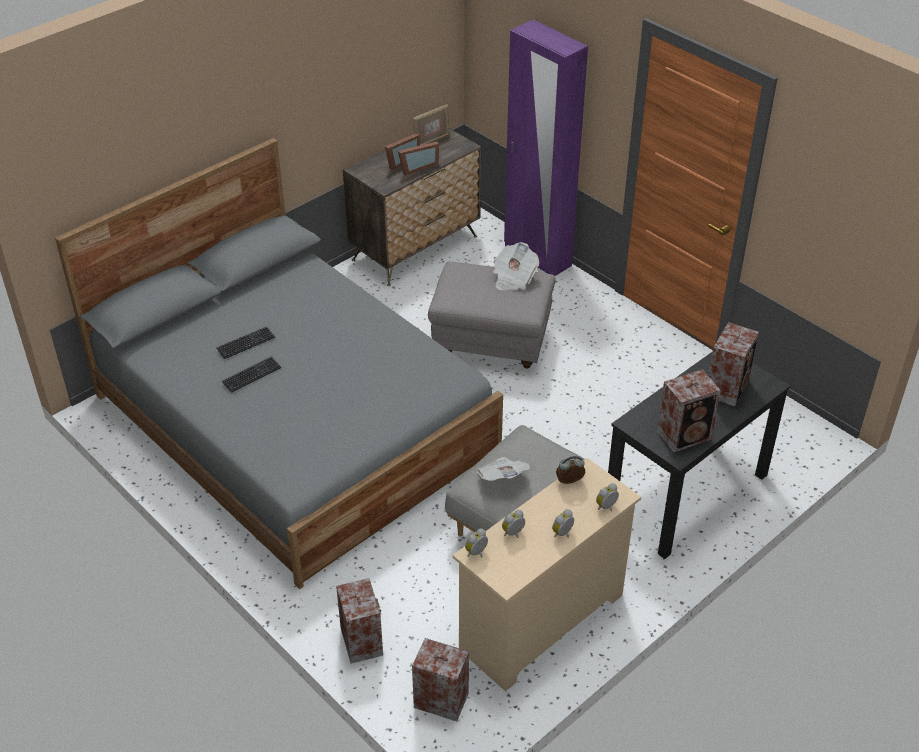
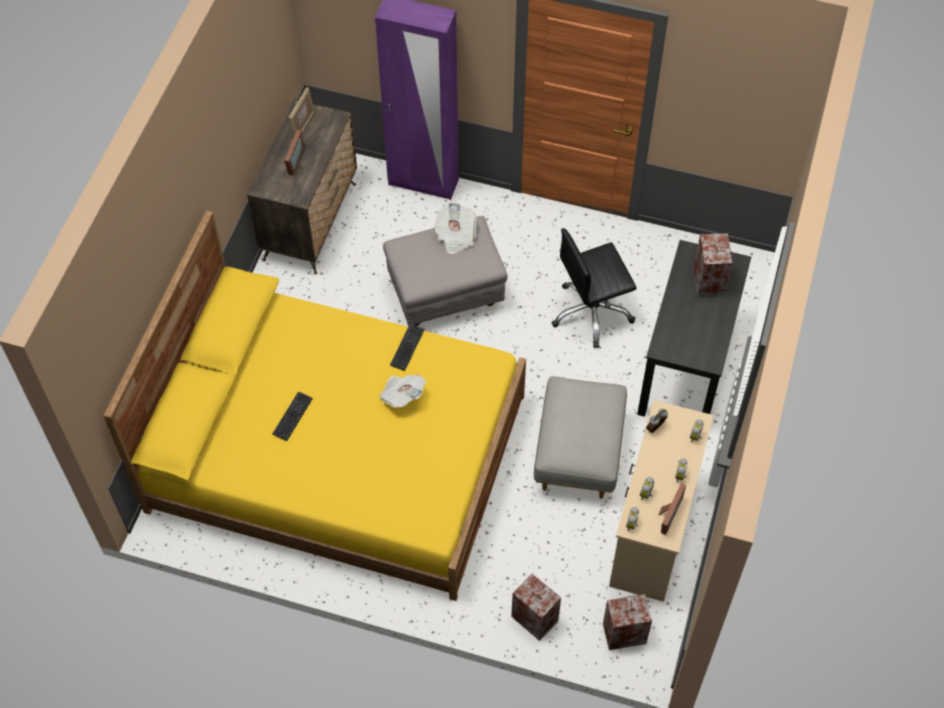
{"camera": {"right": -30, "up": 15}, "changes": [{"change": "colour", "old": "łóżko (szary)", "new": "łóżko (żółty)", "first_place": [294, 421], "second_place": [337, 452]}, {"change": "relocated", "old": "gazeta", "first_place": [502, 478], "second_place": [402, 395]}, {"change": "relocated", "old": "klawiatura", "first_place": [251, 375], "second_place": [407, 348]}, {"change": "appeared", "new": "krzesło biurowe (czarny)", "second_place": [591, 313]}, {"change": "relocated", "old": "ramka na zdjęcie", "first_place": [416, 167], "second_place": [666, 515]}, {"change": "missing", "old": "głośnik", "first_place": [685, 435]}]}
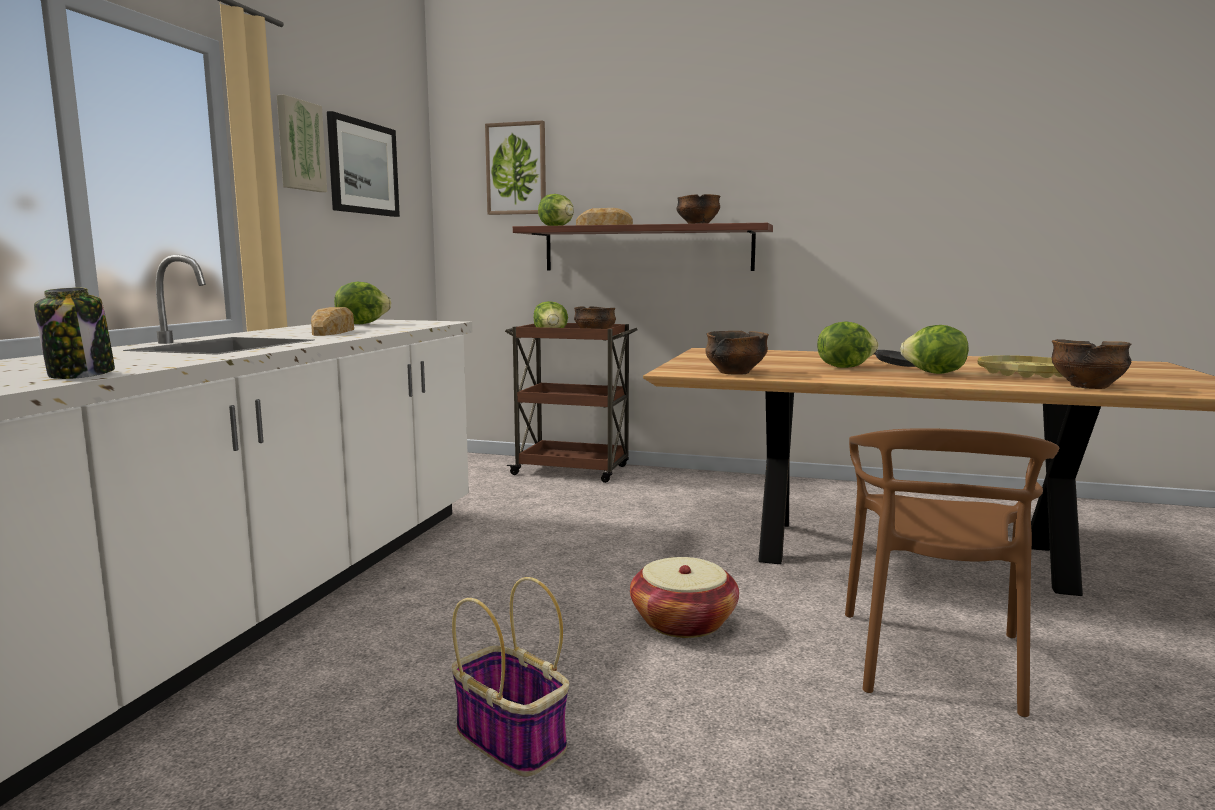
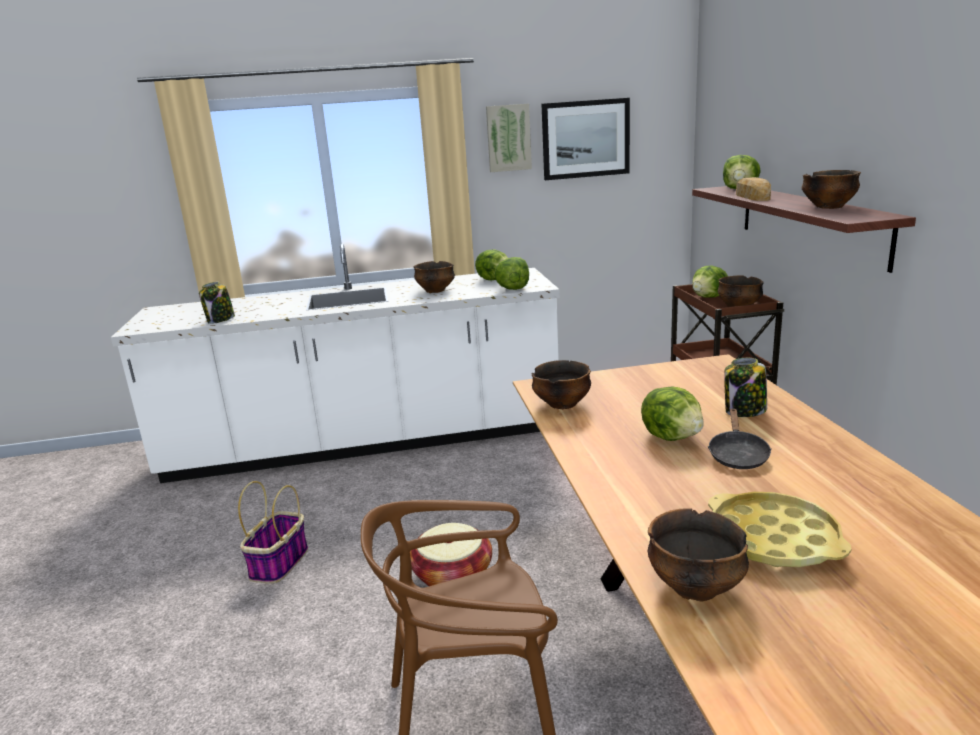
{"camera": {"right": 65, "up": 10}, "changes": [{"change": "exchanged", "old": "chleb", "new": "miska", "first_place": [333, 332], "second_place": [435, 290]}, {"change": "relocated", "old": "sałata", "first_place": [934, 373], "second_place": [513, 288]}, {"change": "appeared", "new": "słoik", "second_place": [744, 411]}, {"change": "missing", "old": "obraz", "first_place": [516, 169]}]}
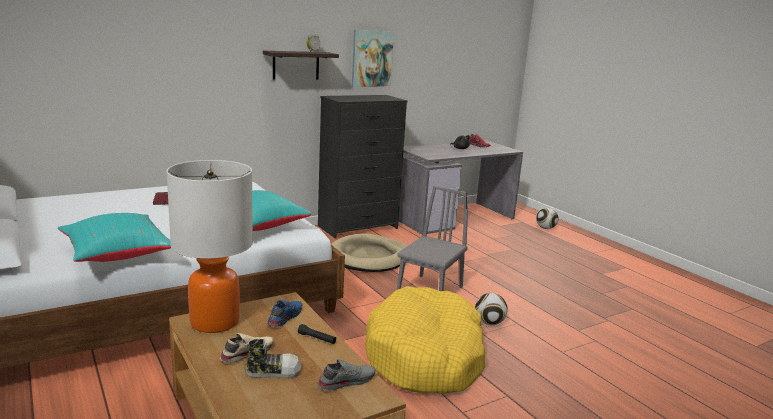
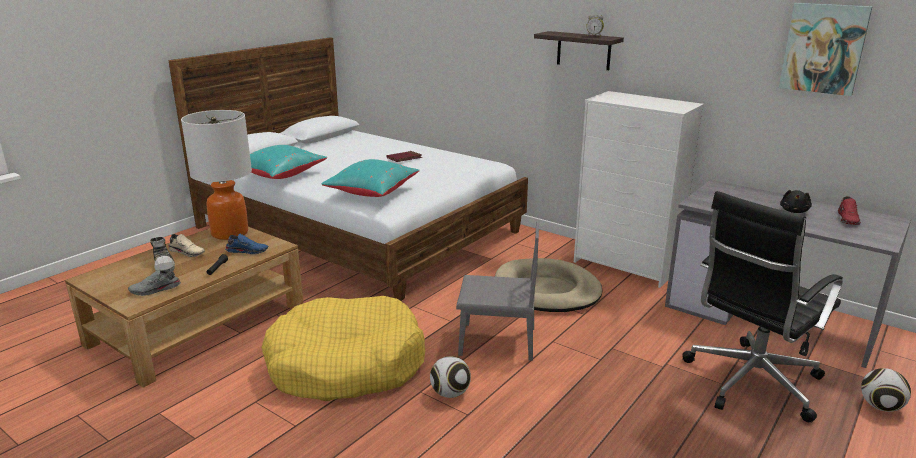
{"camera": {"right": 70, "up": 5}, "changes": [{"change": "spun", "old": "but (szary)", "first_place": [346, 381], "second_place": [155, 290], "degrees": 120}, {"change": "colour", "old": "komoda (czarny)", "new": "komoda (biały)", "first_place": [358, 227], "second_place": [626, 266]}, {"change": "appeared", "new": "krzesło biurowe (czarny)", "second_place": [750, 382]}, {"change": "relocated", "old": "obraz", "first_place": [371, 58], "second_place": [823, 48]}]}
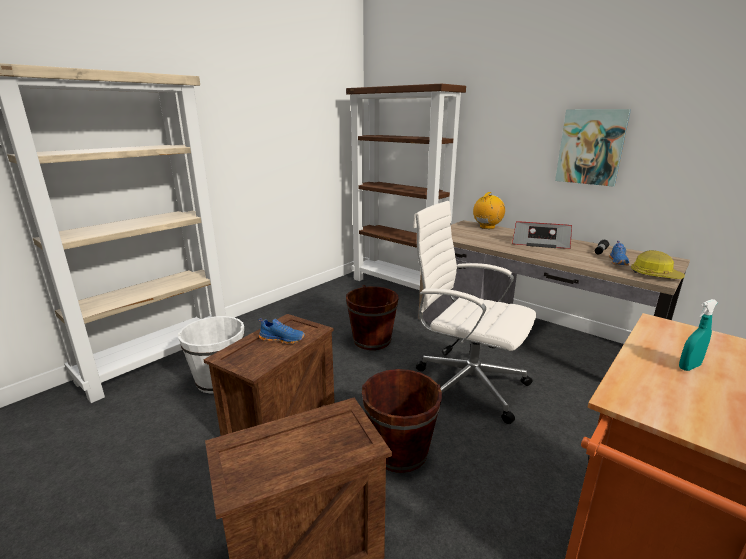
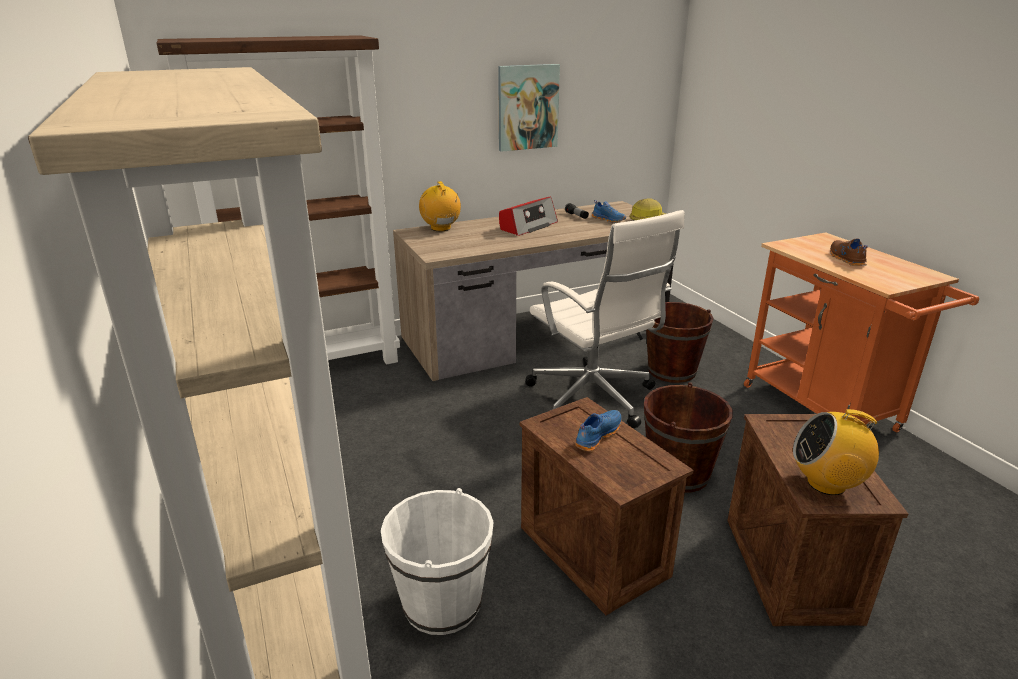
{"camera": {"right": -65, "up": 5}, "changes": [{"change": "spun", "old": "krzesło biurowe (biały)", "first_place": [466, 384], "second_place": [593, 399], "degrees": -90}, {"change": "relocated", "old": "wiadro (brązowy)", "first_place": [372, 340], "second_place": [672, 371]}, {"change": "appeared", "new": "radio", "second_place": [827, 483]}, {"change": "exchanged", "old": "spryskiwacz (turkusowy)", "new": "but (brązowy)", "first_place": [689, 367], "second_place": [845, 259]}]}
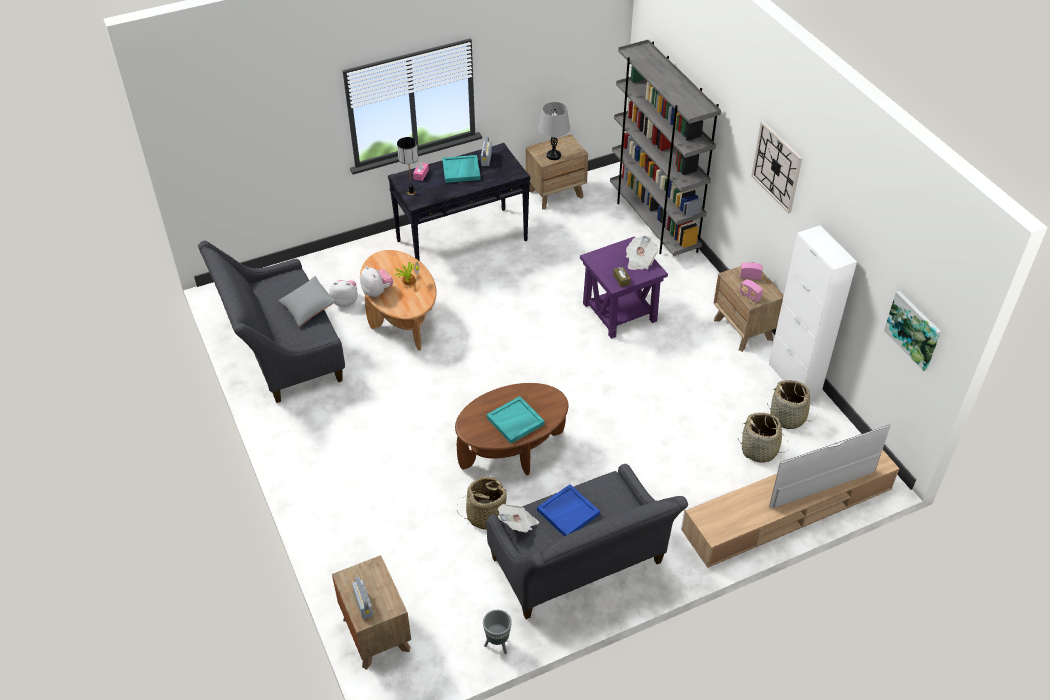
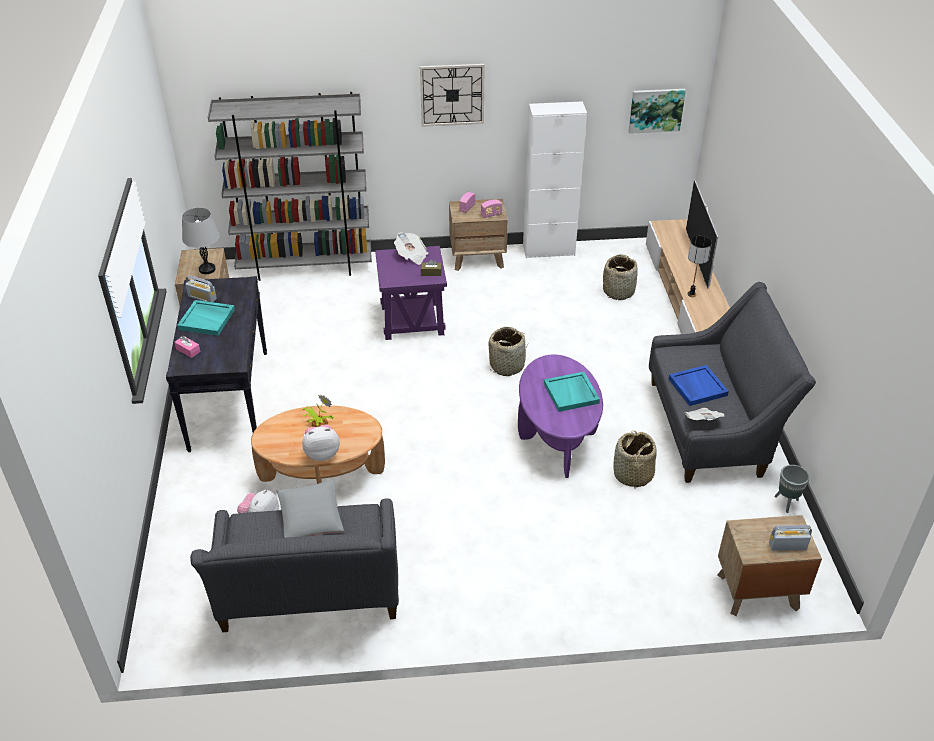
{"camera": {"right": -70, "up": -5}, "changes": [{"change": "relocated", "old": "koszyk", "first_place": [788, 417], "second_place": [507, 365]}, {"change": "colour", "old": "ława (brązowy)", "new": "ława (fioletowy)", "first_place": [512, 450], "second_place": [557, 436]}, {"change": "relocated", "old": "lampa stołowa", "first_place": [411, 192], "second_place": [691, 294]}]}
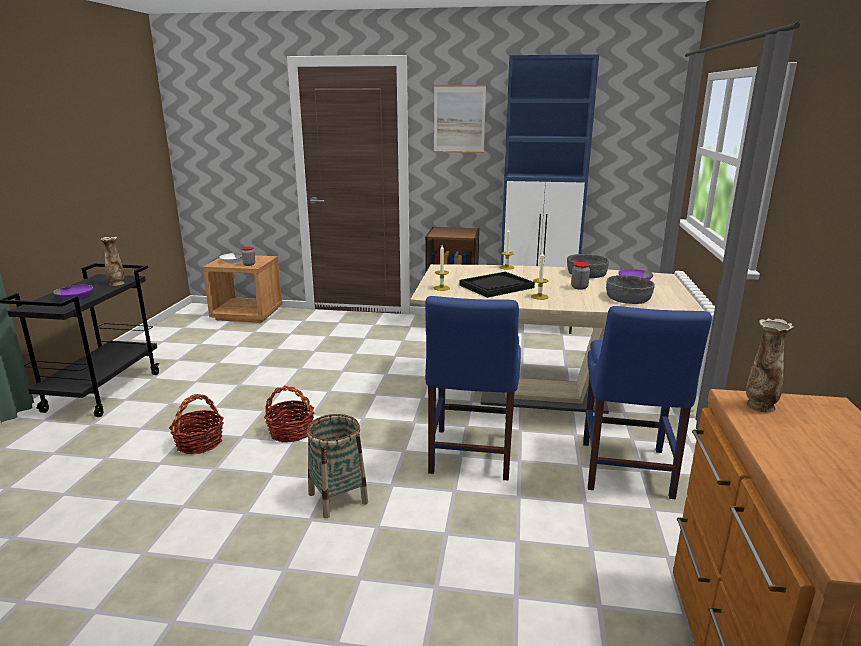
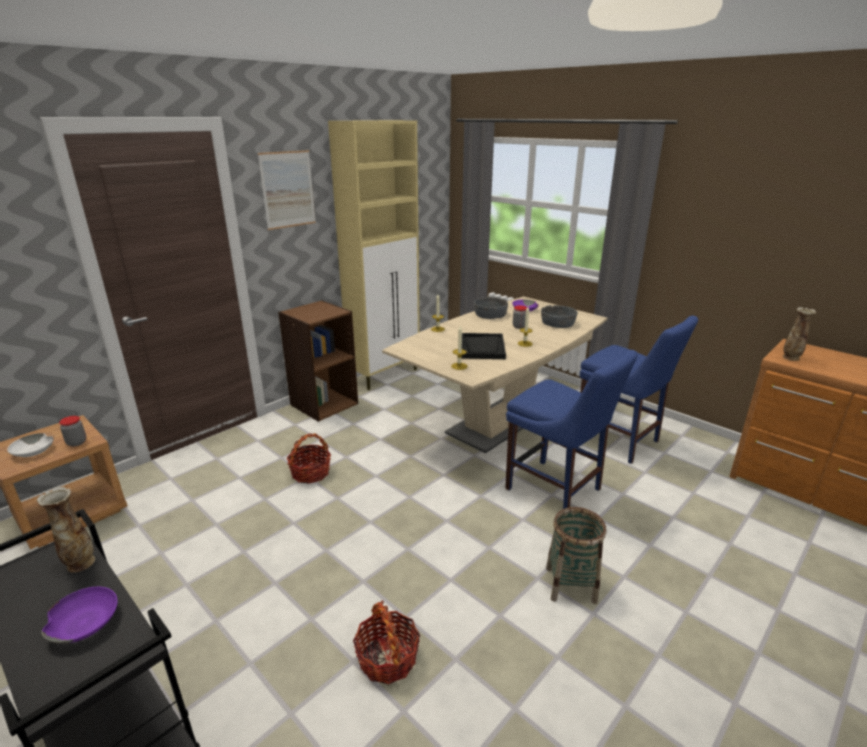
{"camera": {"right": -55, "up": 5}, "changes": [{"change": "relocated", "old": "koszyk", "first_place": [291, 432], "second_place": [310, 473]}, {"change": "colour", "old": "szafka (niebieski)", "new": "szafka (beżowy)", "first_place": [536, 327], "second_place": [385, 375]}]}
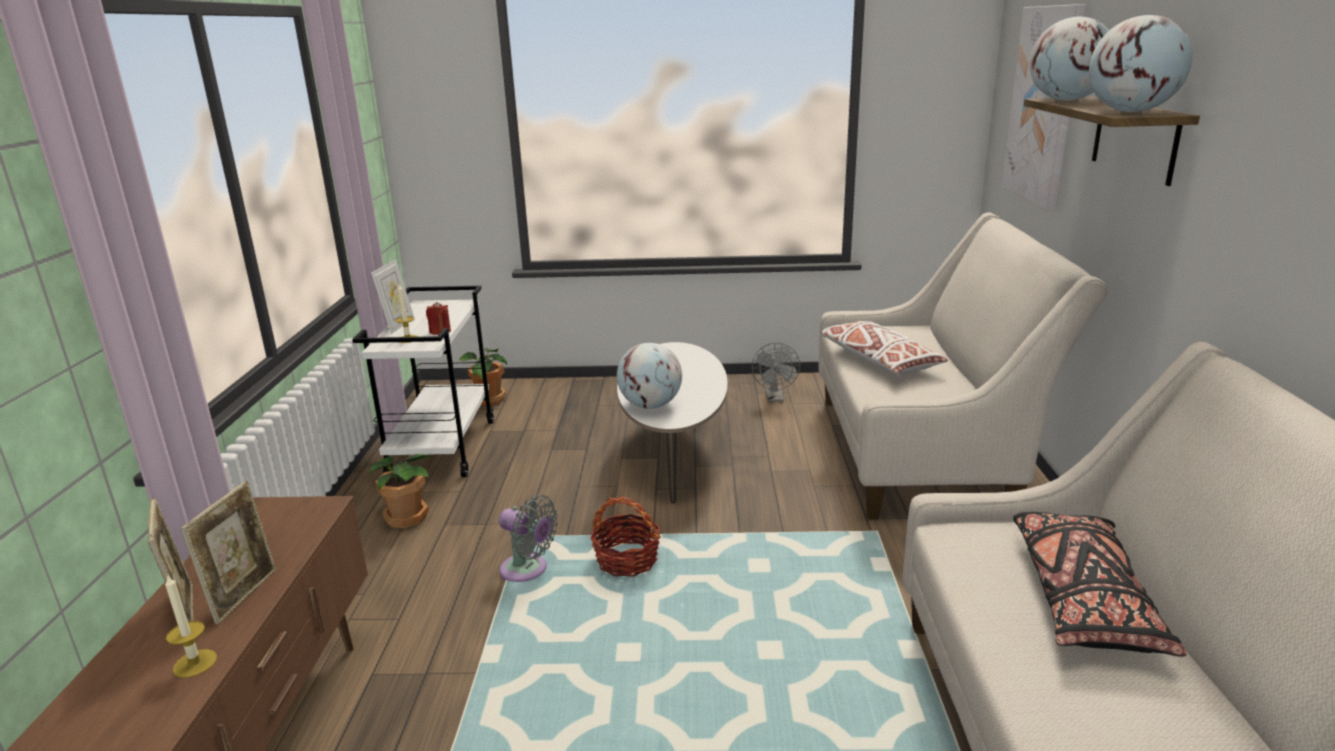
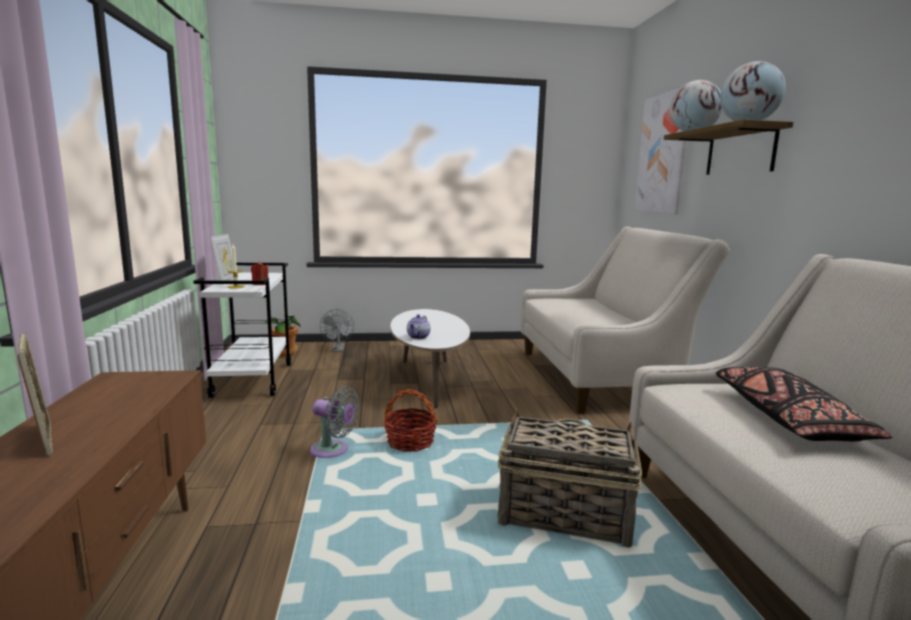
{"camera": {"right": -10, "up": -10}, "changes": [{"change": "relocated", "old": "wentylator (szary)", "first_place": [775, 398], "second_place": [338, 350]}, {"change": "exchanged", "old": "globus", "new": "imbryk", "first_place": [650, 405], "second_place": [418, 337]}, {"change": "appeared", "new": "koszyk", "second_place": [562, 514]}, {"change": "missing", "old": "świeca", "first_place": [195, 663]}, {"change": "missing", "old": "ramka na zdjęcie", "first_place": [244, 595]}, {"change": "missing", "old": "roślina doniczkowa", "first_place": [406, 517]}, {"change": "missing", "old": "poduszka (biały)", "first_place": [878, 360]}]}
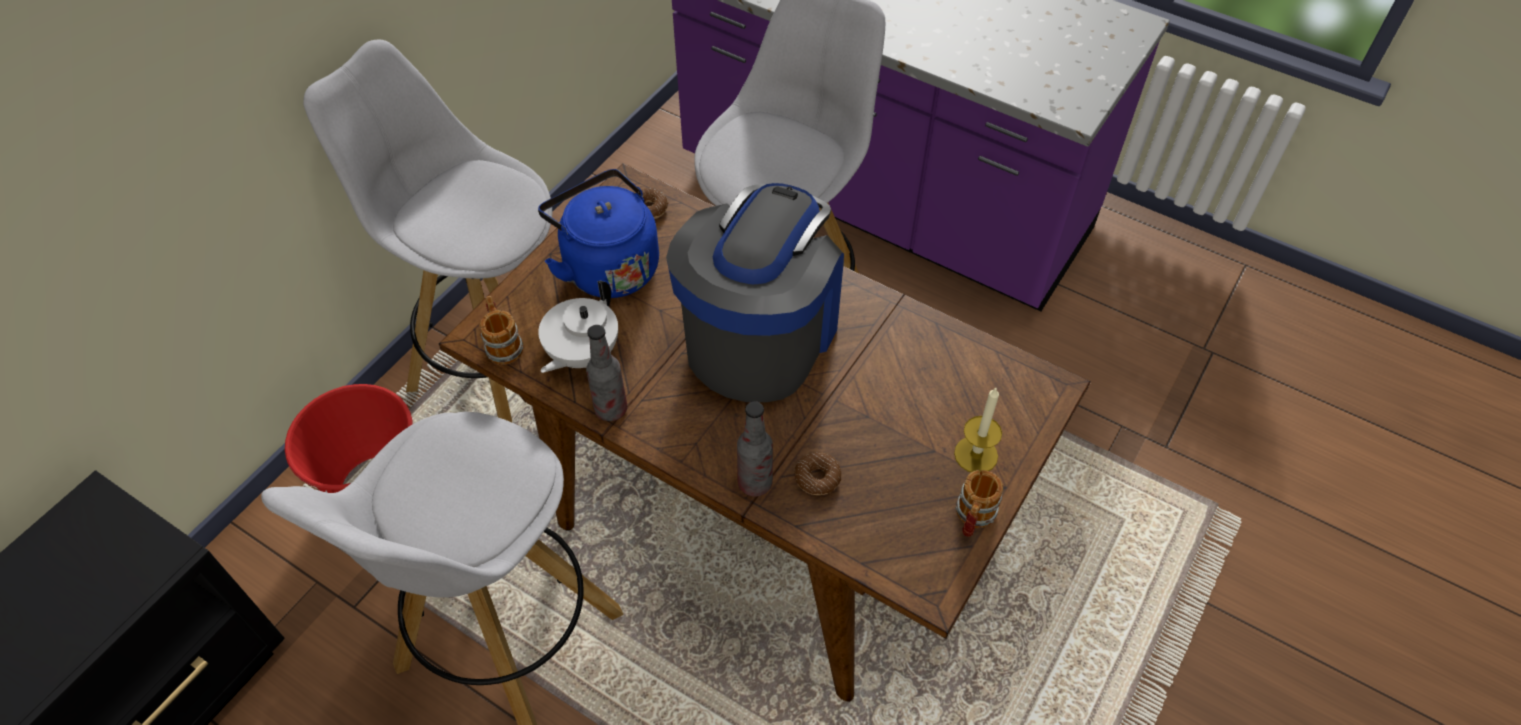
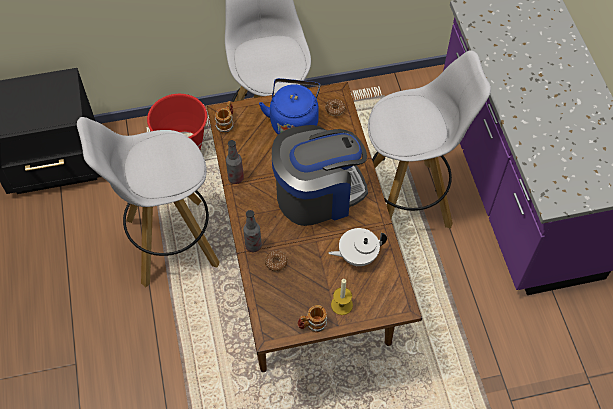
{"camera": {"right": 45, "up": 5}, "changes": [{"change": "relocated", "old": "imbryk (biały)", "first_place": [582, 354], "second_place": [357, 255]}]}
